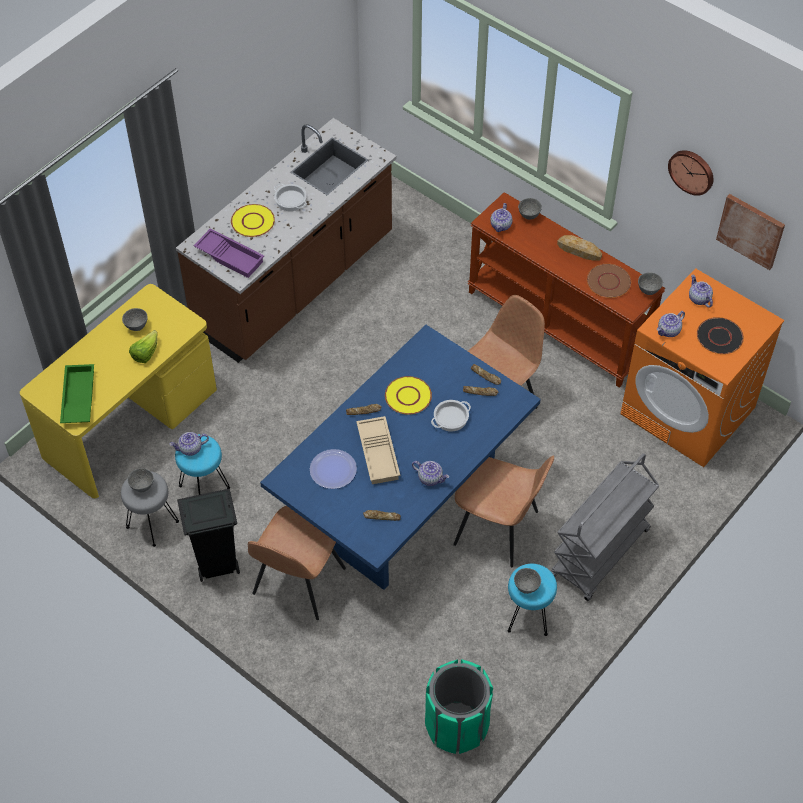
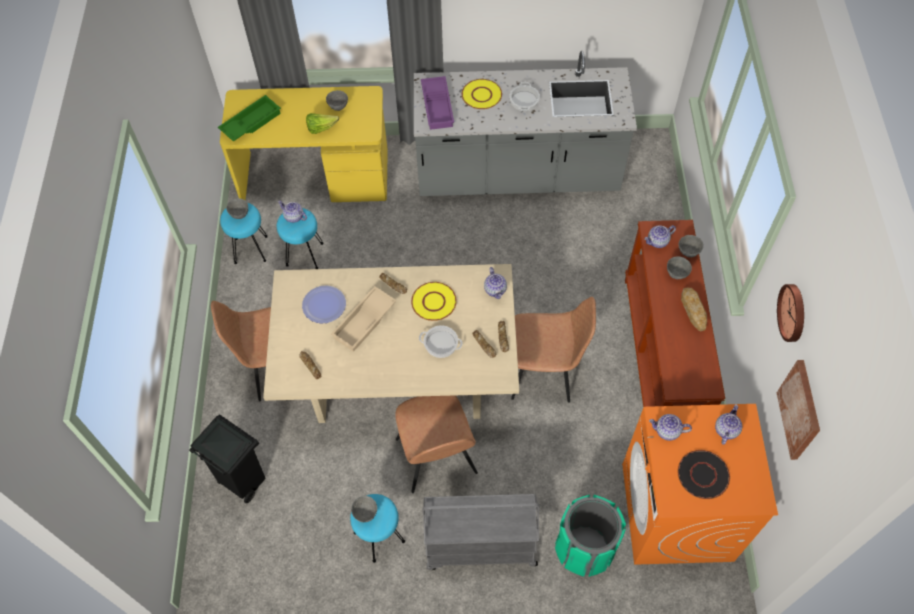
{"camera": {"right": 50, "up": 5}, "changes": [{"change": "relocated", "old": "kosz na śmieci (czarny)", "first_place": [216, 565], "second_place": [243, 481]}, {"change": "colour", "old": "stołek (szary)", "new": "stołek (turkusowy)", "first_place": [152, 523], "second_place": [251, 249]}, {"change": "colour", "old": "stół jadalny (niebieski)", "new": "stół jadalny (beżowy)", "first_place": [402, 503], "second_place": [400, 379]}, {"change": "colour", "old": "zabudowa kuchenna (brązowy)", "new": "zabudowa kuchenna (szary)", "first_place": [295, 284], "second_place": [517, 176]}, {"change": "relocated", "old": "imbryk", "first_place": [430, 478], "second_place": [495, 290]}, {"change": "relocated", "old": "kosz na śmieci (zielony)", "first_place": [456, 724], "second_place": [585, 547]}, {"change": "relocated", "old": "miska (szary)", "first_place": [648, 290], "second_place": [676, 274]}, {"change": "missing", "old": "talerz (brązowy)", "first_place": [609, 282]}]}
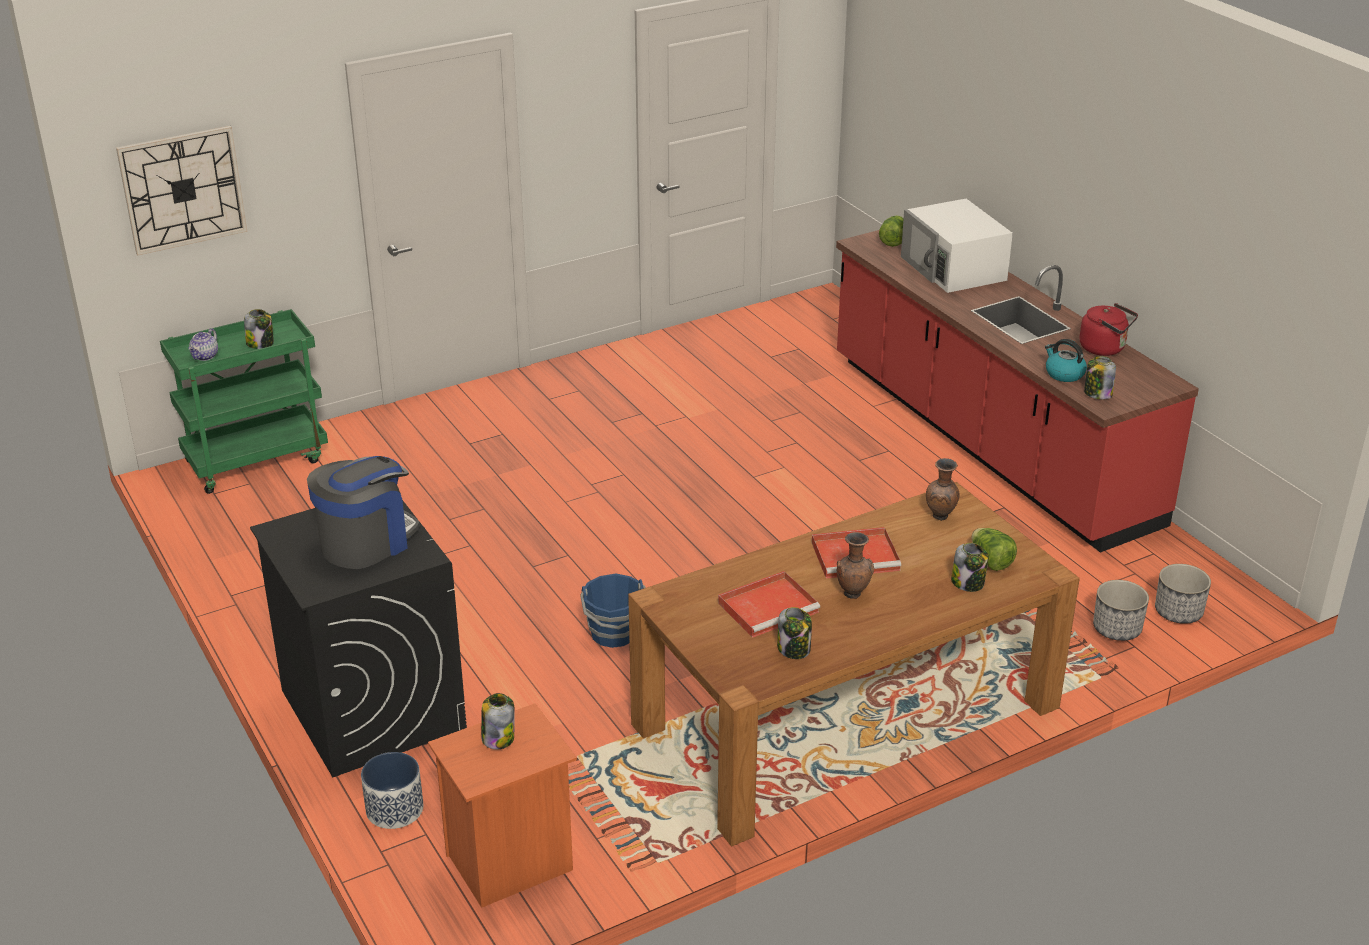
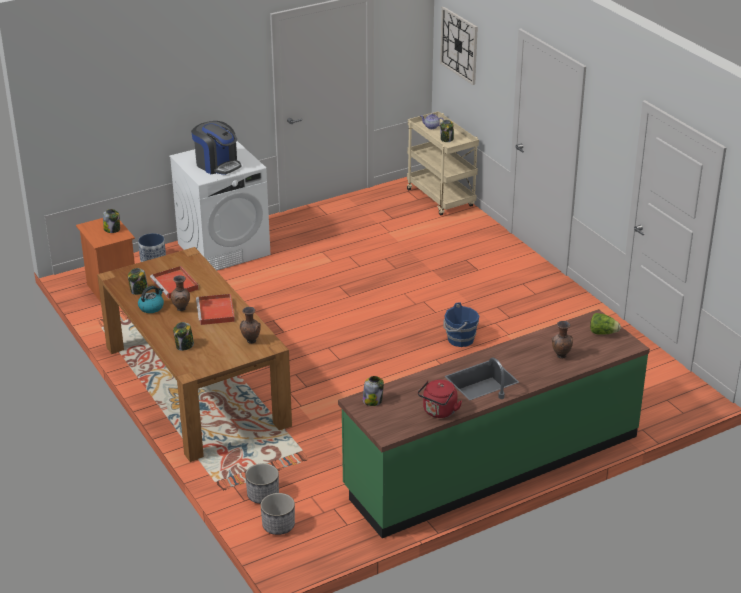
{"camera": {"right": 90, "up": 0}, "changes": [{"change": "relocated", "old": "czajnik", "first_place": [1064, 374], "second_place": [151, 307]}, {"change": "colour", "old": "pralka (czarny)", "new": "pralka (biały)", "first_place": [372, 709], "second_place": [224, 249]}, {"change": "colour", "old": "zabudowa kuchenna (czerwony)", "new": "zabudowa kuchenna (zielony)", "first_place": [989, 440], "second_place": [492, 462]}, {"change": "colour", "old": "wózek (zielony)", "new": "wózek (beżowy)", "first_place": [257, 460], "second_place": [441, 199]}, {"change": "relocated", "old": "wiadro (niebieski)", "first_place": [614, 634], "second_place": [460, 339]}, {"change": "exchanged", "old": "mikrofalówka (biały)", "new": "wazon (brązowy)", "first_place": [954, 268], "second_place": [561, 356]}, {"change": "missing", "old": "sałata", "first_place": [990, 561]}]}
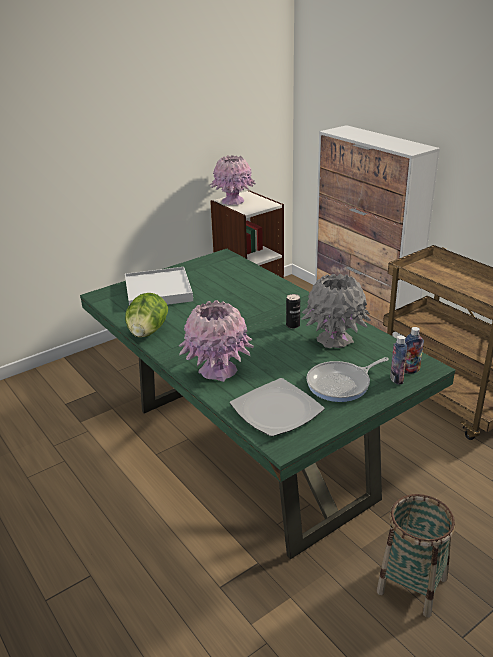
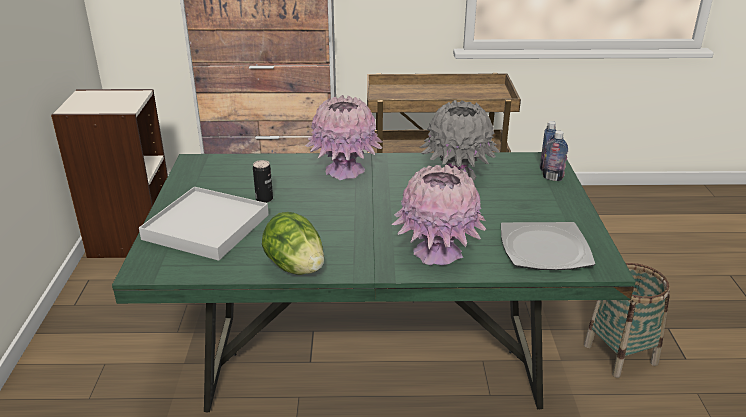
{"camera": {"right": -55, "up": 0}, "changes": [{"change": "relocated", "old": "puszka", "first_place": [293, 325], "second_place": [264, 199]}, {"change": "relocated", "old": "wazon (różowy)", "first_place": [233, 201], "second_place": [344, 170]}, {"change": "missing", "old": "patelnia", "first_place": [341, 384]}]}
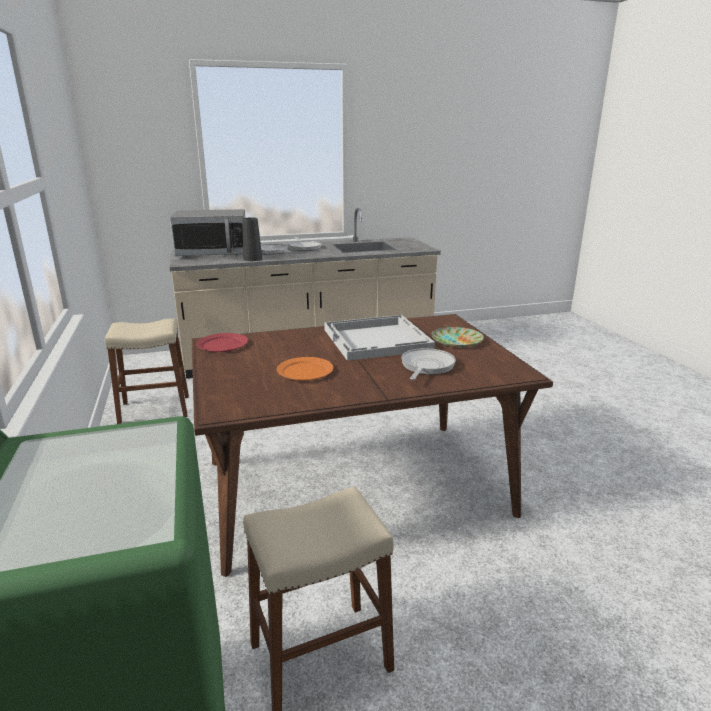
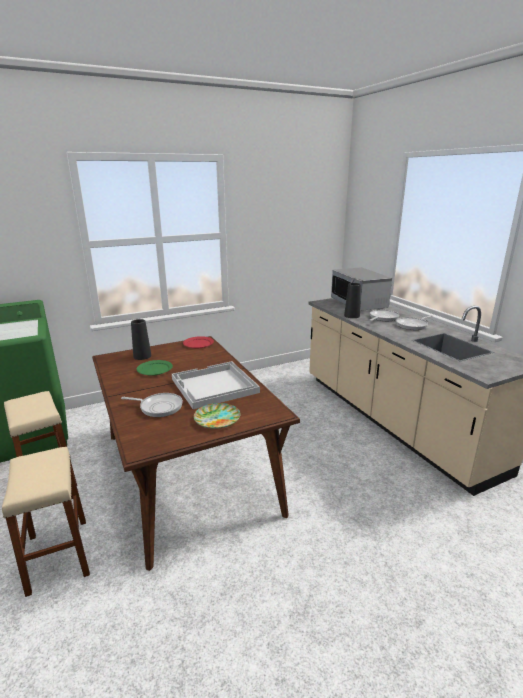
{"camera": {"right": 80, "up": 0}, "changes": [{"change": "relocated", "old": "stołek (beżowy)", "first_place": [154, 409], "second_place": [58, 555]}, {"change": "appeared", "new": "wazon (czarny)", "second_place": [142, 356]}, {"change": "colour", "old": "talerz (pomarańczowy)", "new": "talerz (zielony)", "first_place": [304, 371], "second_place": [154, 369]}]}
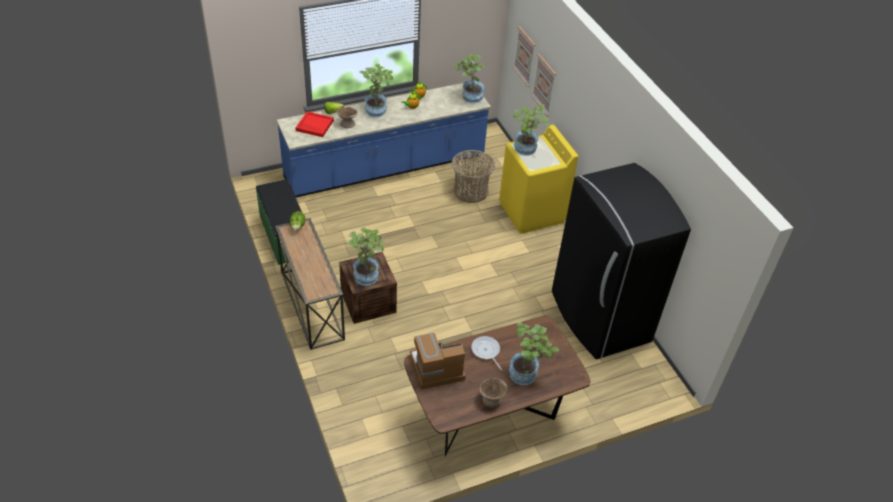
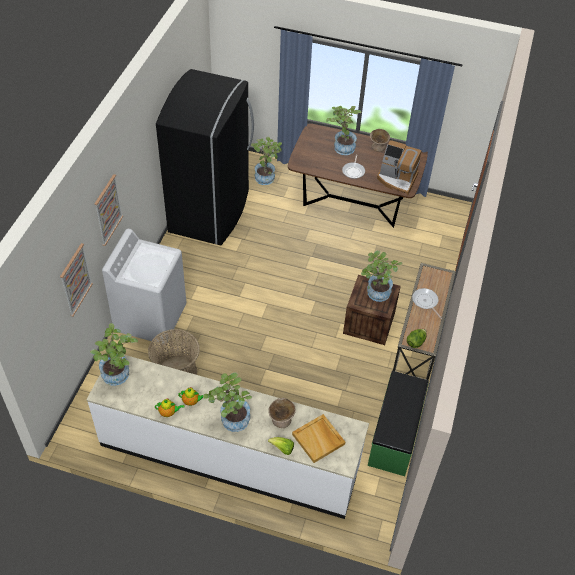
{"camera": {"right": -140, "up": 5}, "changes": [{"change": "colour", "old": "zabudowa kuchenna (niebieski)", "new": "zabudowa kuchenna (biały)", "first_place": [385, 168], "second_place": [229, 457]}, {"change": "relocated", "old": "obraz", "first_place": [524, 56], "second_place": [108, 210]}, {"change": "colour", "old": "pralka (żółty)", "new": "pralka (biały)", "first_place": [532, 212], "second_place": [151, 317]}, {"change": "relocated", "old": "roślina doniczkowa", "first_place": [525, 151], "second_place": [266, 176]}, {"change": "colour", "old": "taca (czerwony)", "new": "taca (beżowy)", "first_place": [314, 125], "second_place": [319, 439]}, {"change": "appeared", "new": "patelnia", "second_place": [425, 302]}]}
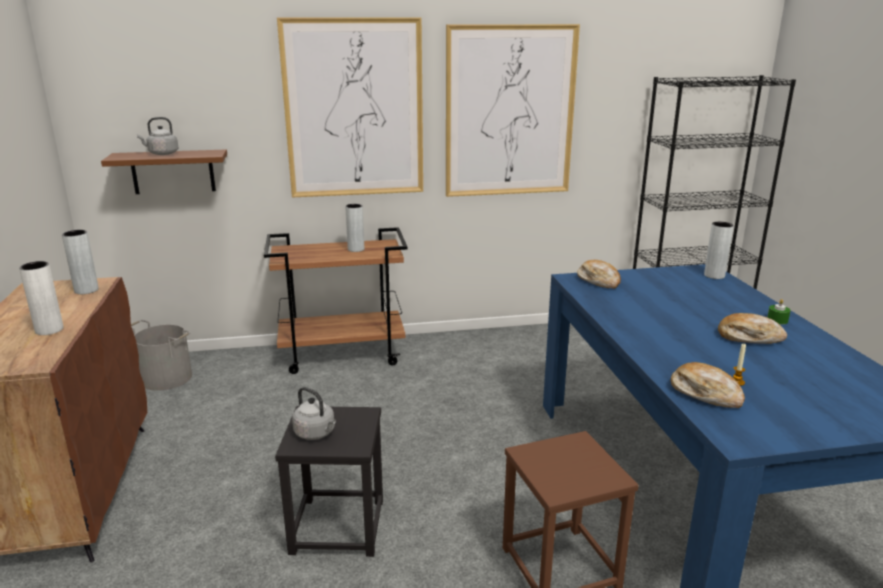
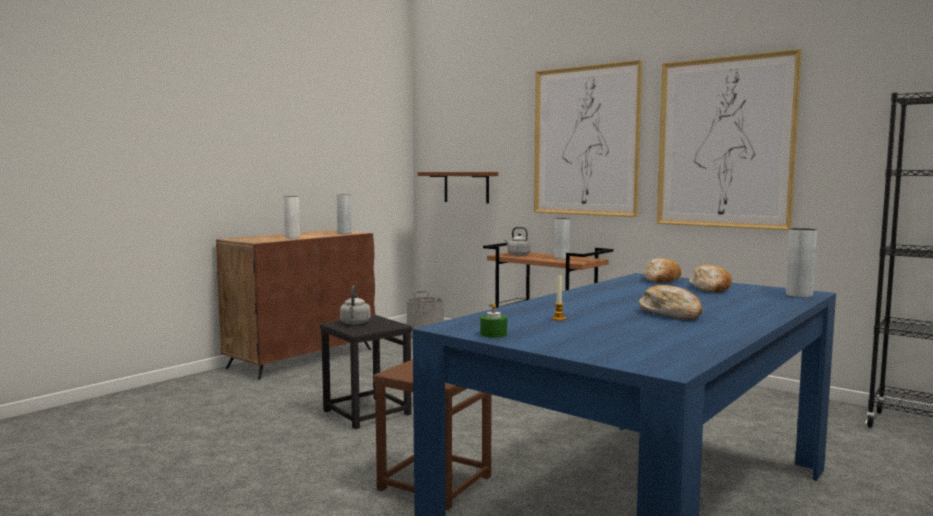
{"camera": {"right": 50, "up": -15}, "changes": [{"change": "relocated", "old": "świeca (zielony)", "first_place": [777, 320], "second_place": [493, 334]}, {"change": "relocated", "old": "czajnik (szary)", "first_place": [161, 154], "second_place": [517, 255]}, {"change": "relocated", "old": "chleb", "first_place": [705, 394], "second_place": [710, 288]}]}
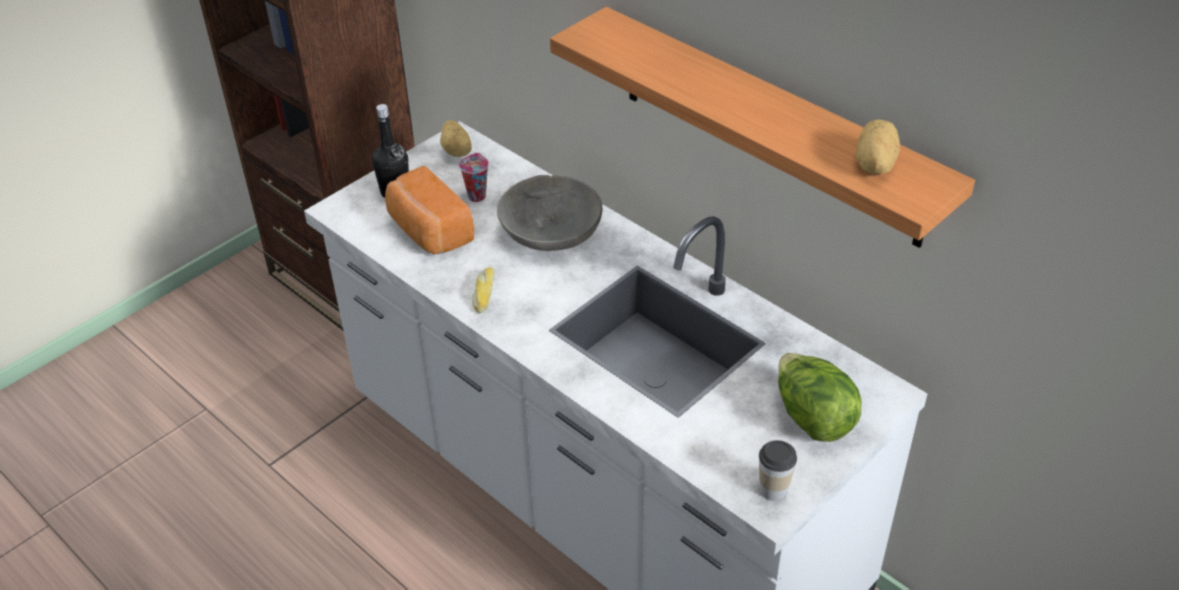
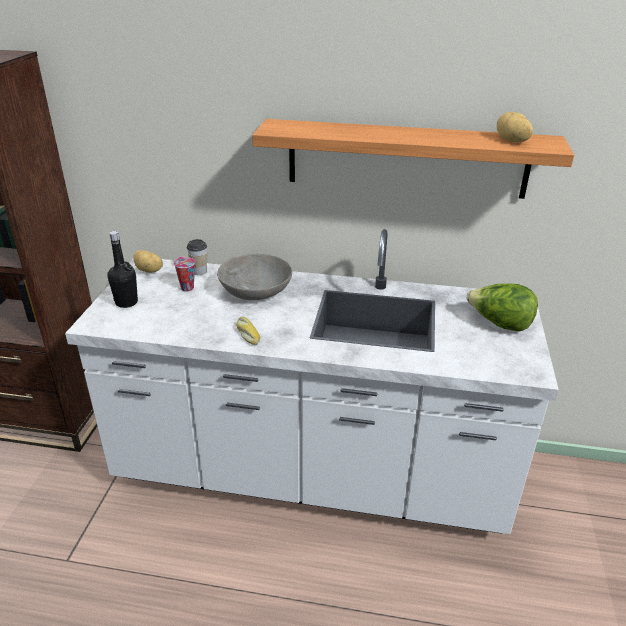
{"camera": {"right": -35, "up": -10}, "changes": [{"change": "relocated", "old": "filiżanka", "first_place": [773, 489], "second_place": [199, 271]}, {"change": "missing", "old": "chleb", "first_place": [428, 231]}]}
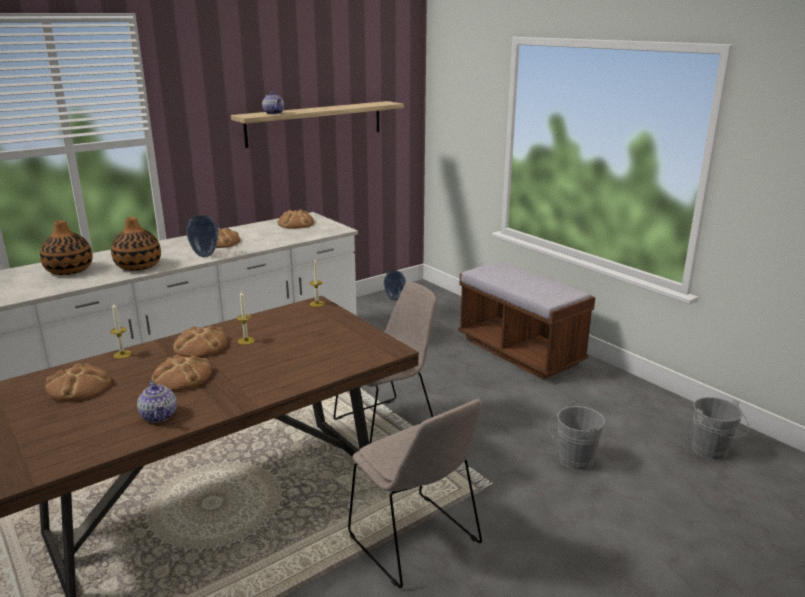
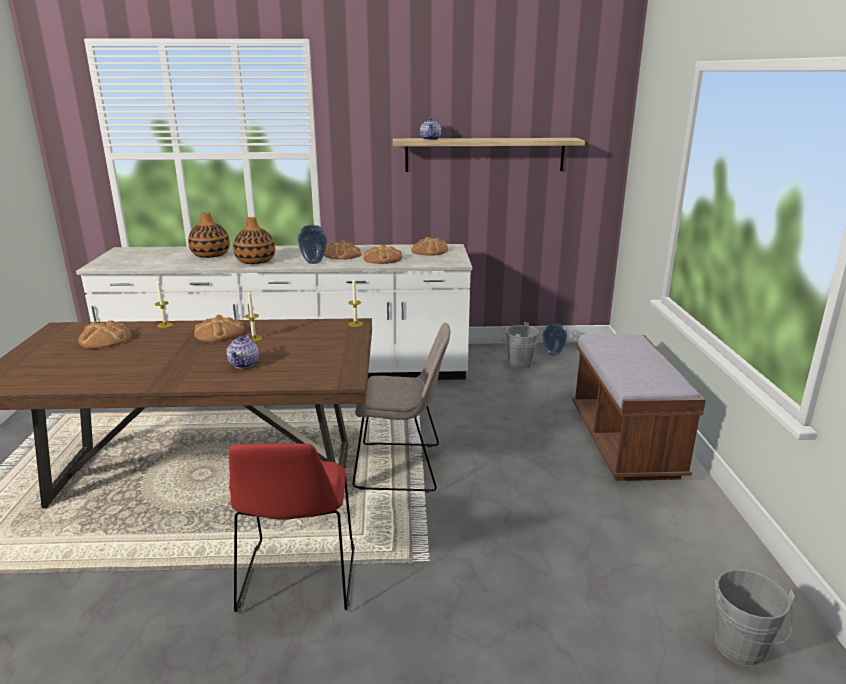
{"camera": {"right": 35, "up": 0}, "changes": [{"change": "relocated", "old": "imbryk", "first_place": [159, 415], "second_place": [244, 364]}, {"change": "colour", "old": "krzesło (beżowy)", "new": "krzesło (czerwony)", "first_place": [416, 542], "second_place": [298, 580]}, {"change": "relocated", "old": "chleb", "first_place": [182, 377], "second_place": [382, 259]}, {"change": "relocated", "old": "wiadro (szary)", "first_place": [572, 461], "second_place": [517, 363]}]}
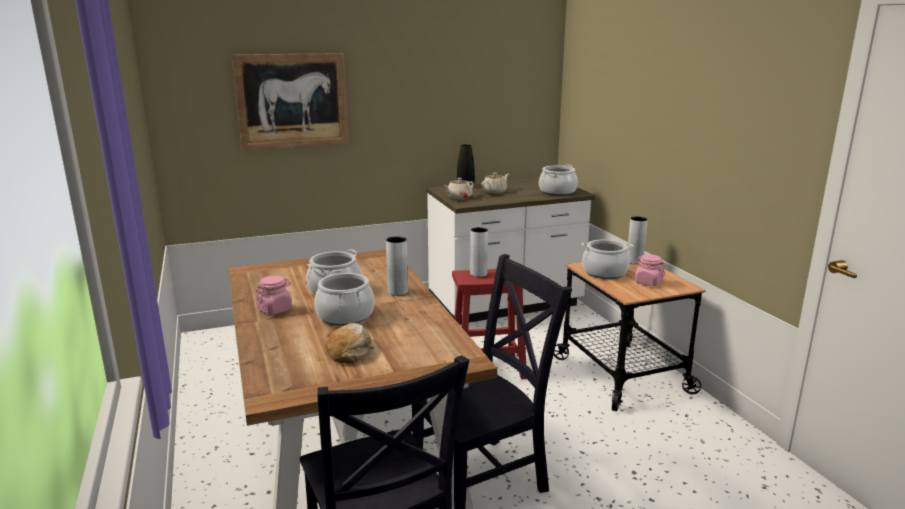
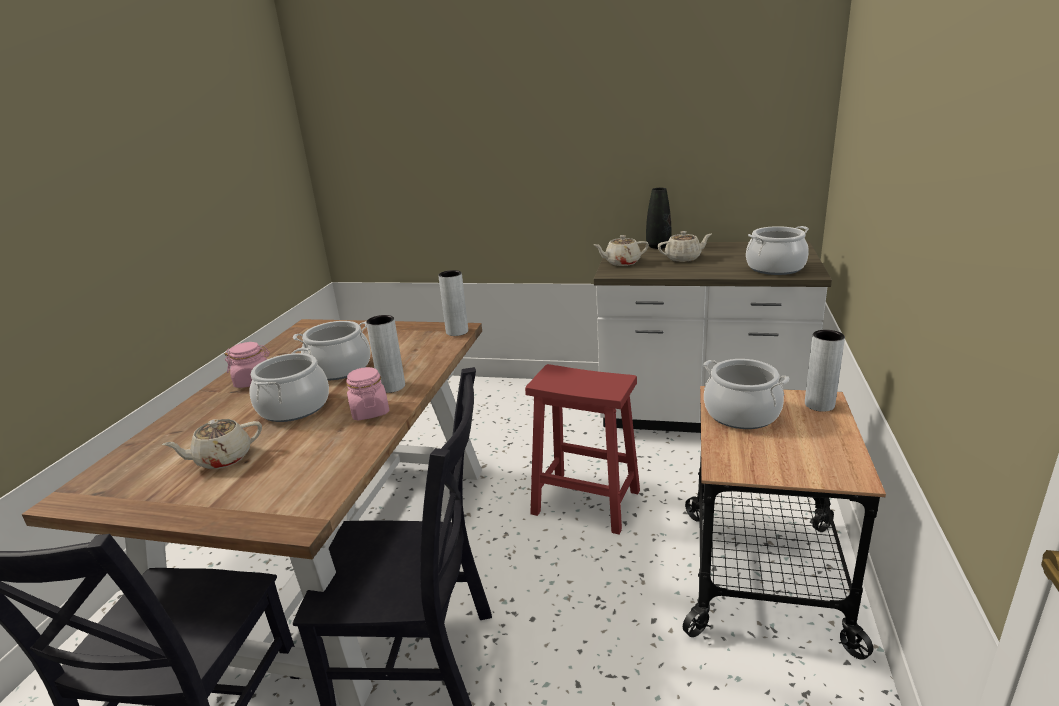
{"camera": {"right": 35, "up": 5}, "changes": [{"change": "exchanged", "old": "chleb", "new": "imbryk (beżowy)", "first_place": [350, 350], "second_place": [222, 459]}, {"change": "relocated", "old": "słoik (różowy)", "first_place": [648, 282], "second_place": [369, 412]}, {"change": "relocated", "old": "wazon (szary)", "first_place": [478, 274], "second_place": [457, 332]}, {"change": "missing", "old": "obraz", "first_place": [292, 101]}]}
